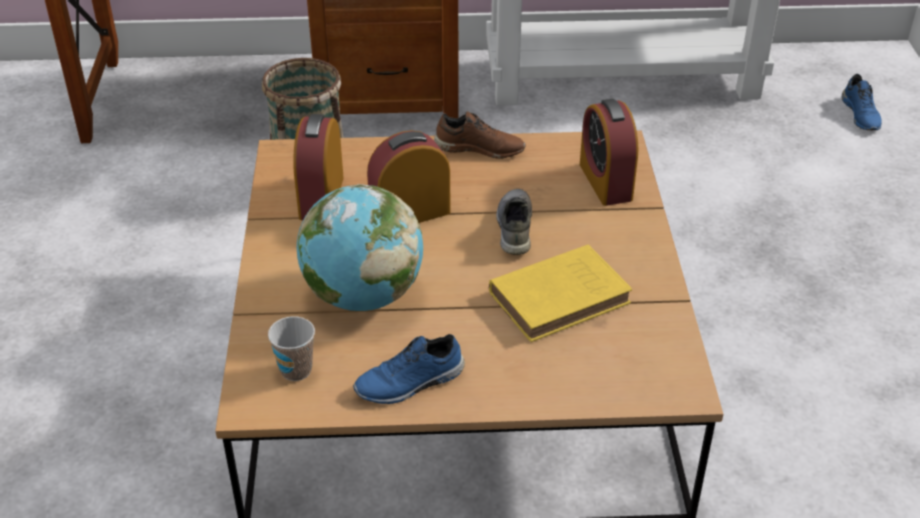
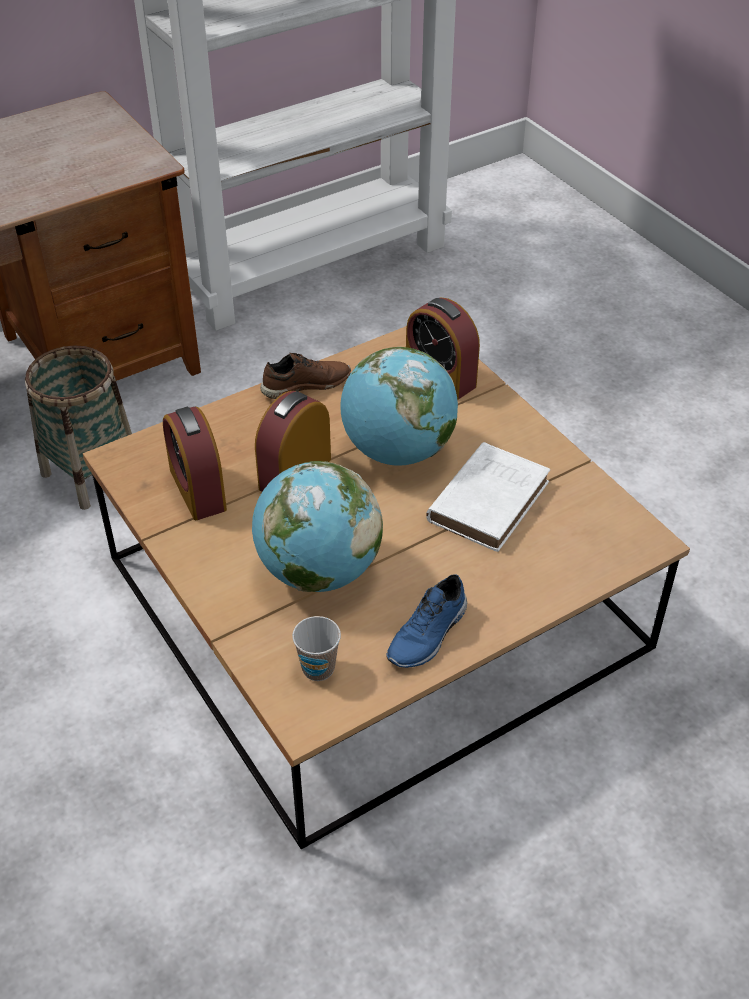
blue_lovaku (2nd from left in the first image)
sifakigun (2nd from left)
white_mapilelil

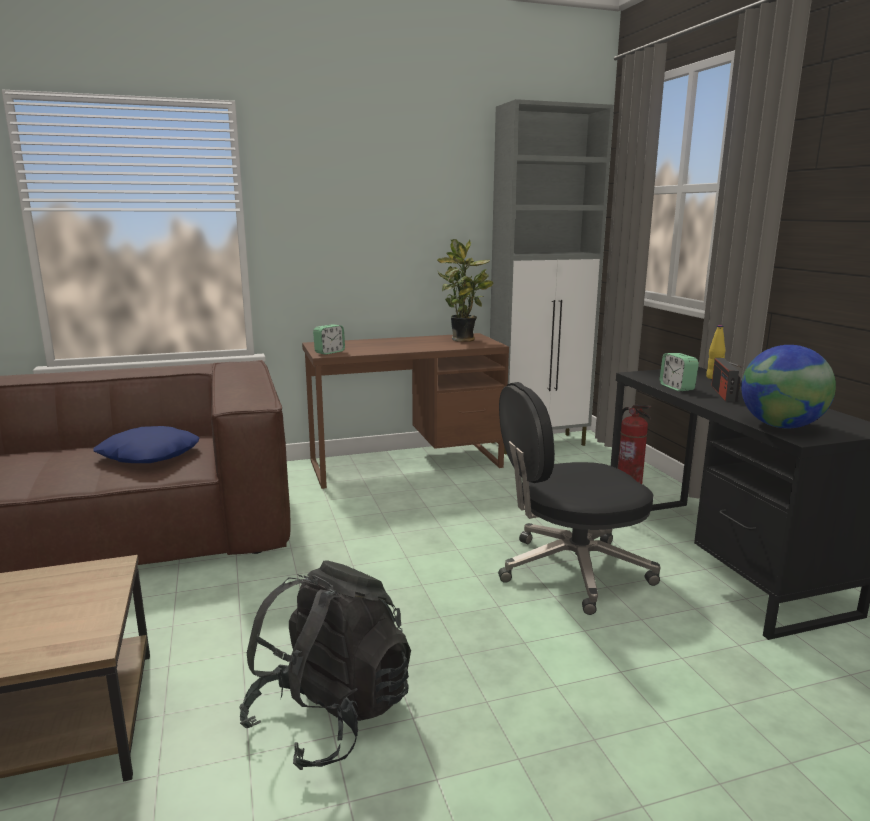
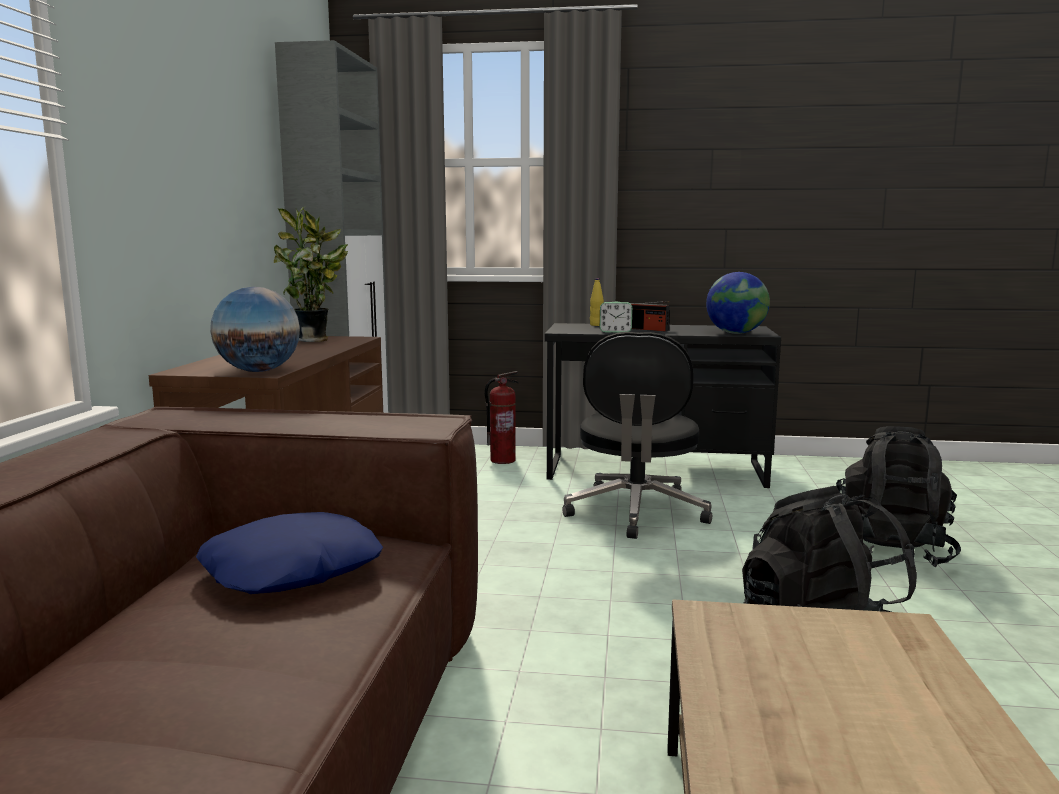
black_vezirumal (2nd from left)
sifakigun (1st from left)

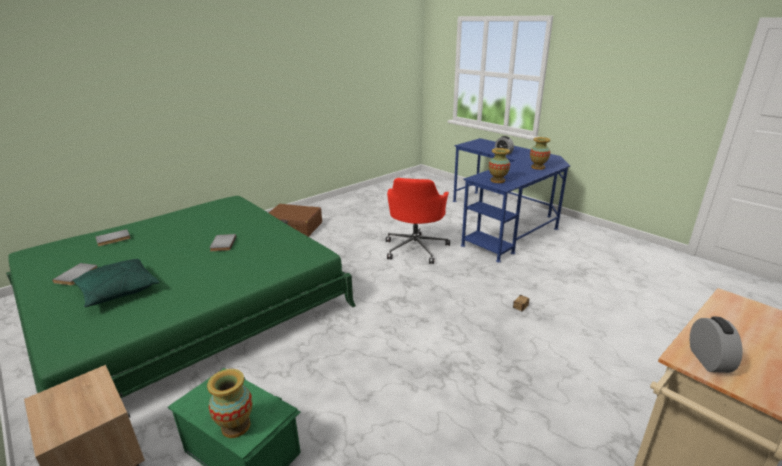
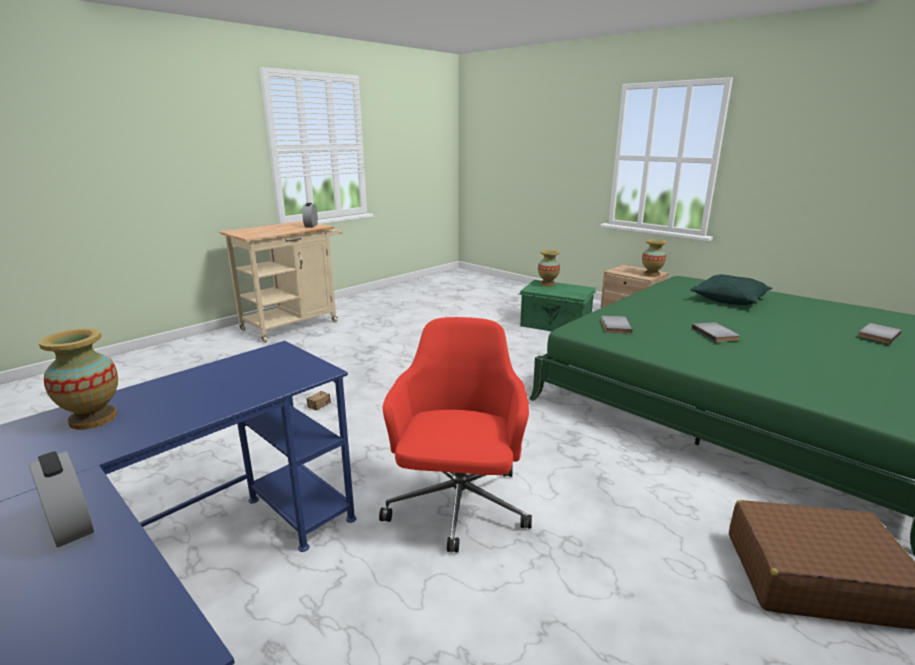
grey_mapilelil (1st from left)
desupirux (3rd from left)

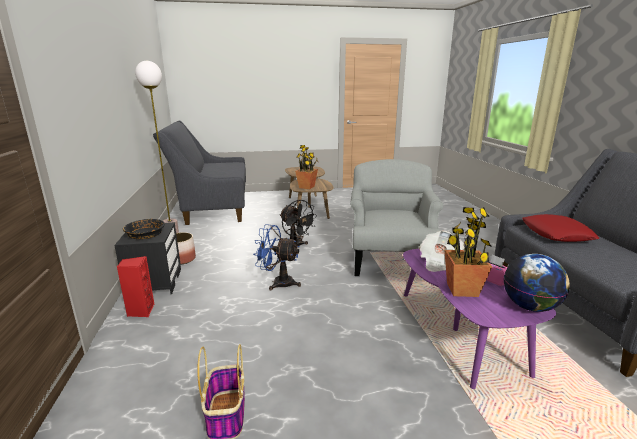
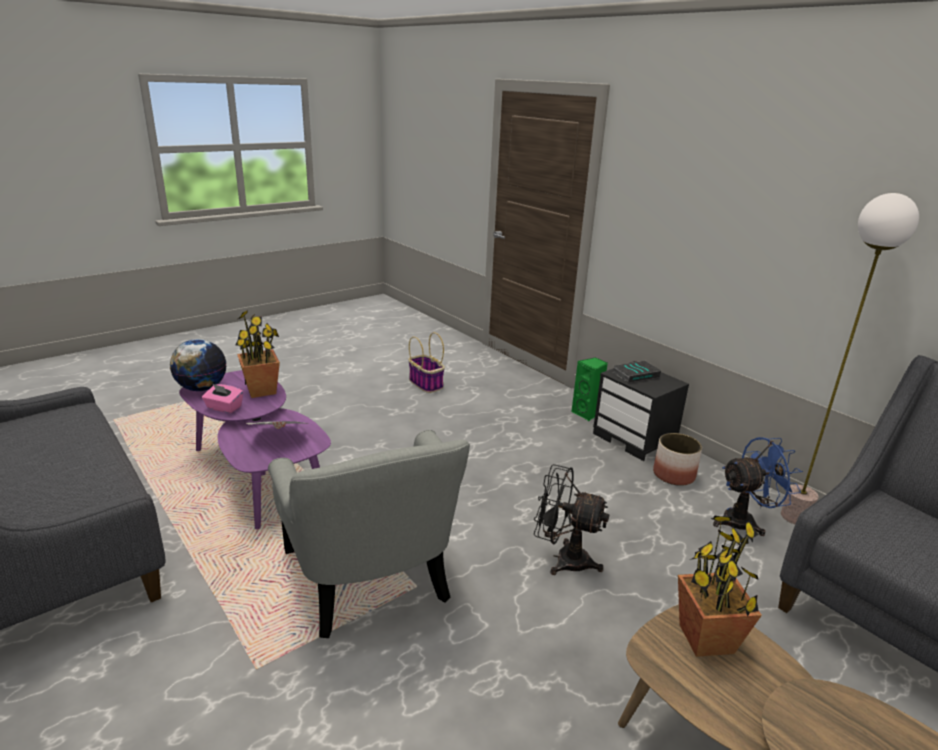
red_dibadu
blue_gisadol
mapilelil
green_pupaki

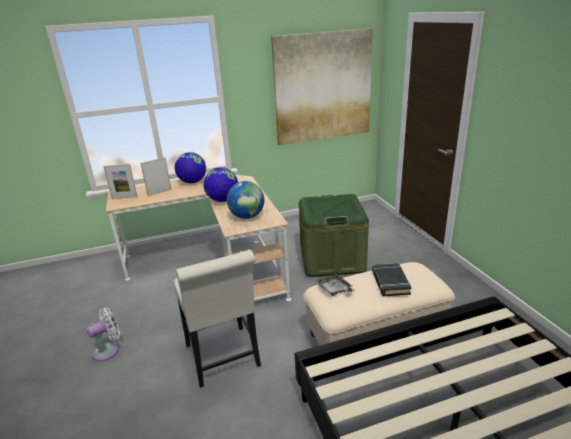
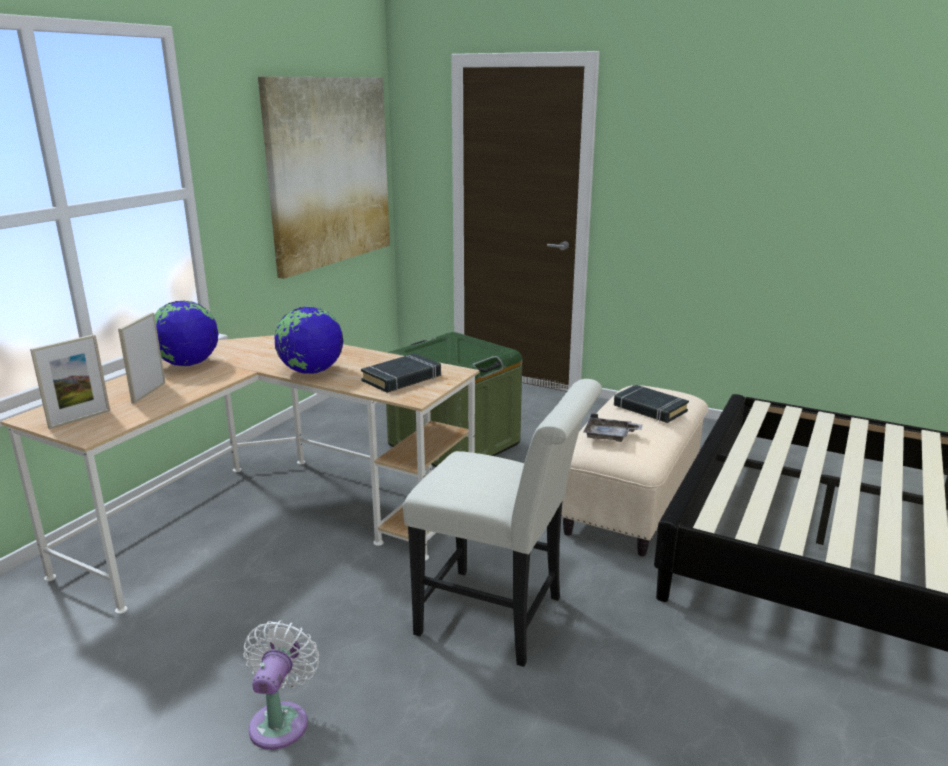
black_mapilelil (1st from left)

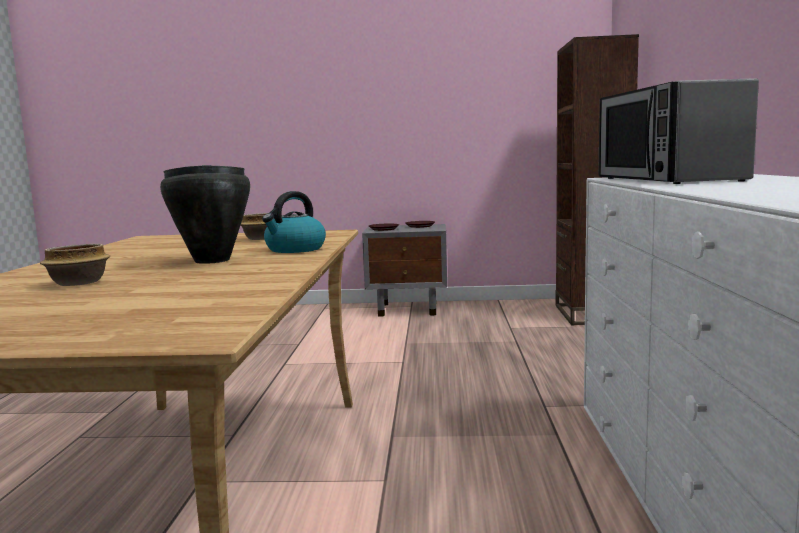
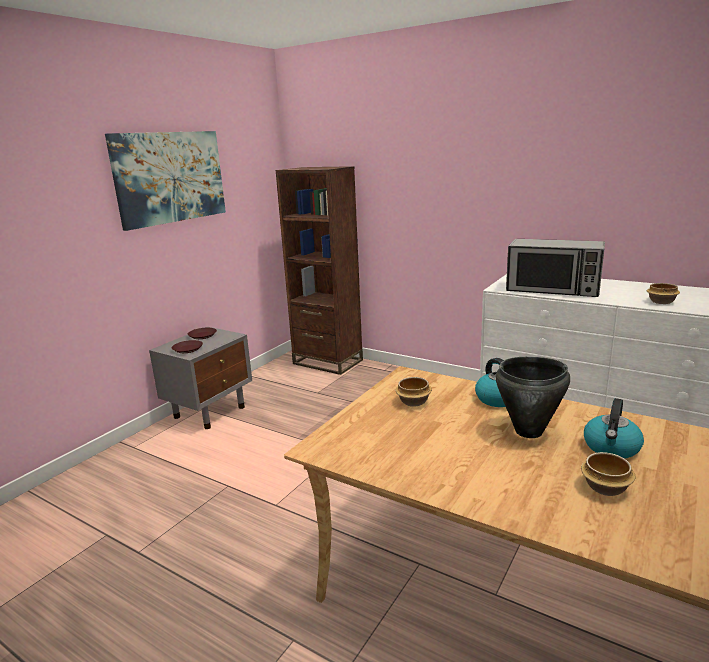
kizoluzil
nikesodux (2nd from left)
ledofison (3rd from left)

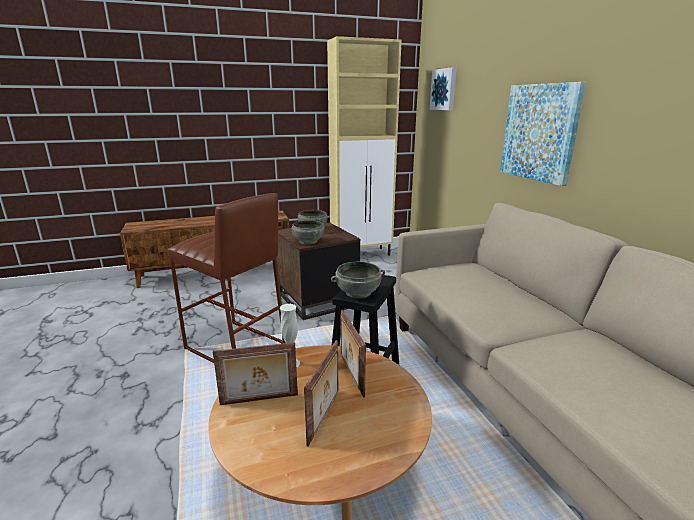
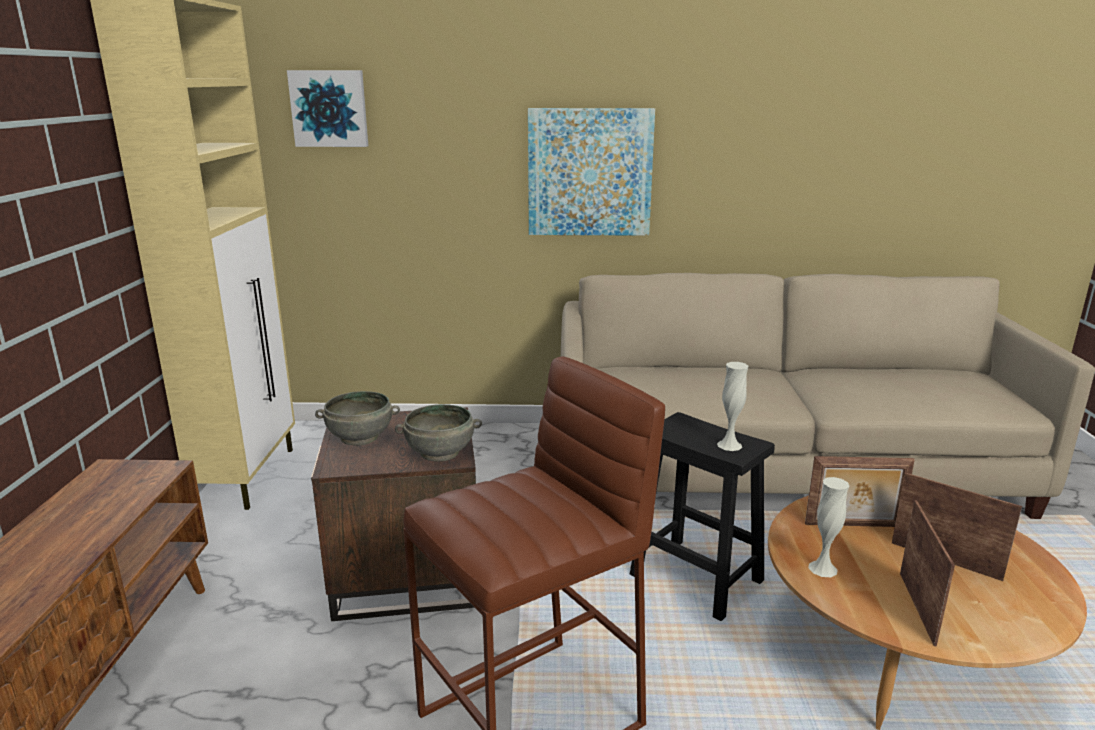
white_desupirux (1st from left)

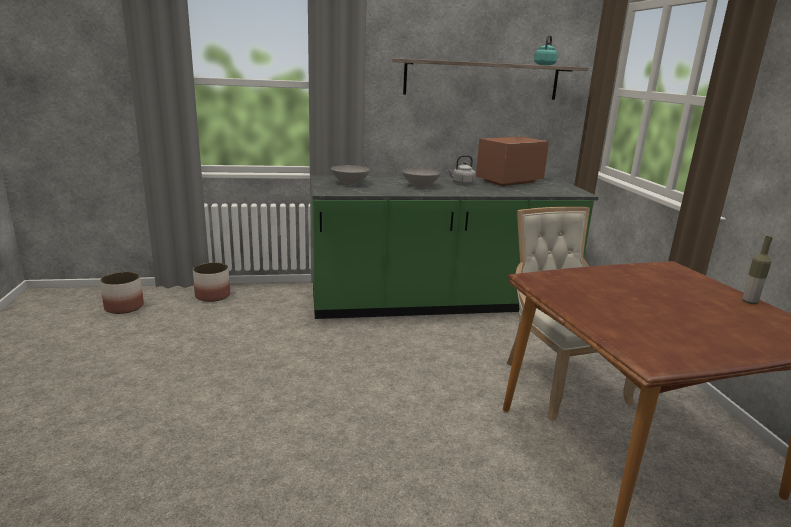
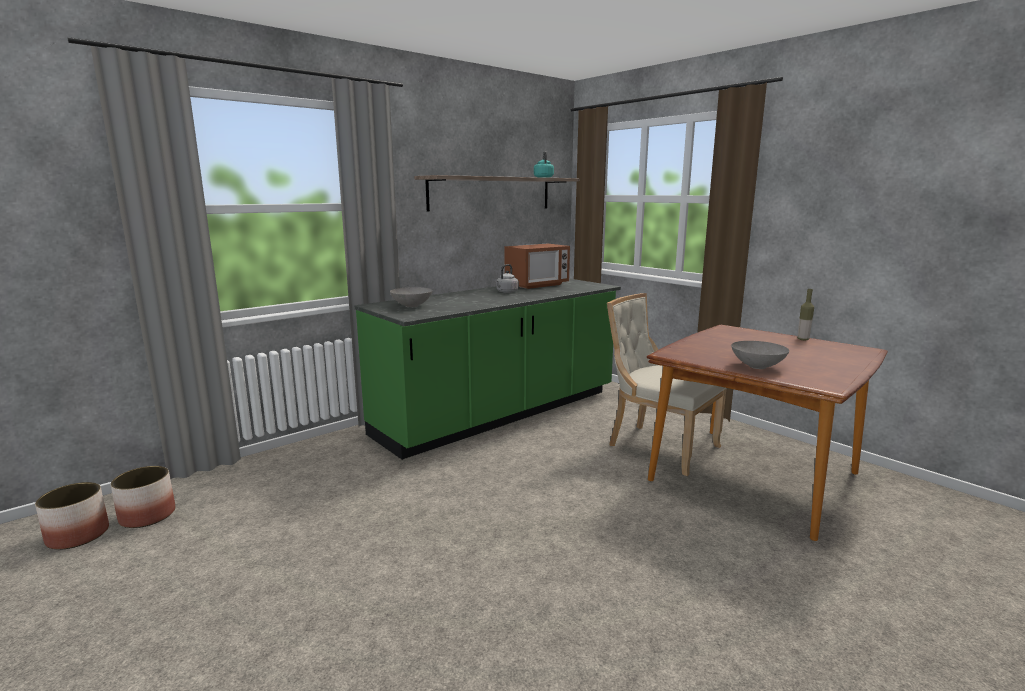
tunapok (1st from left)
grey_ledofison (2nd from left)
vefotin

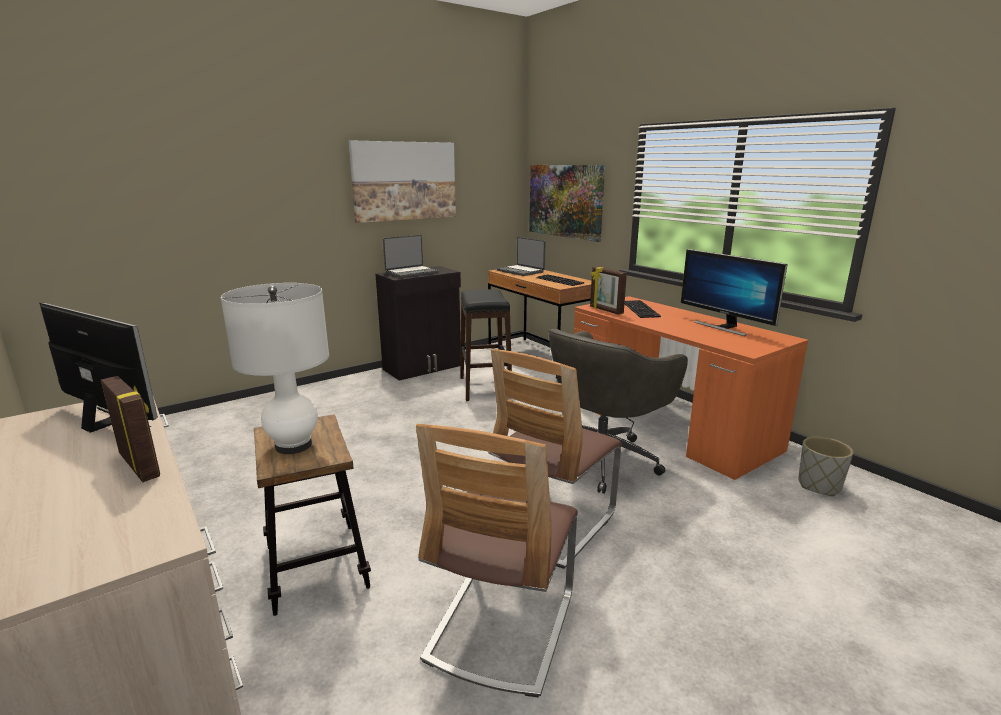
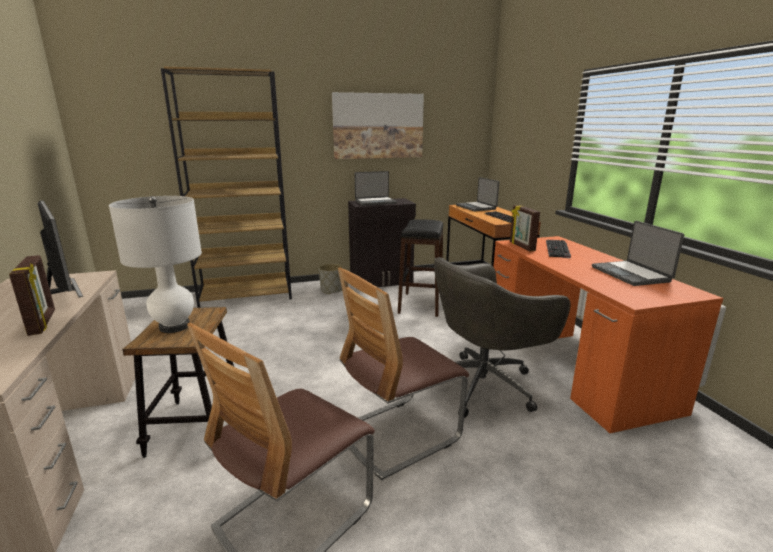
kizoluzil (2nd from left in the first image)
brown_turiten
grey_tunapok
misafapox (3rd from left)

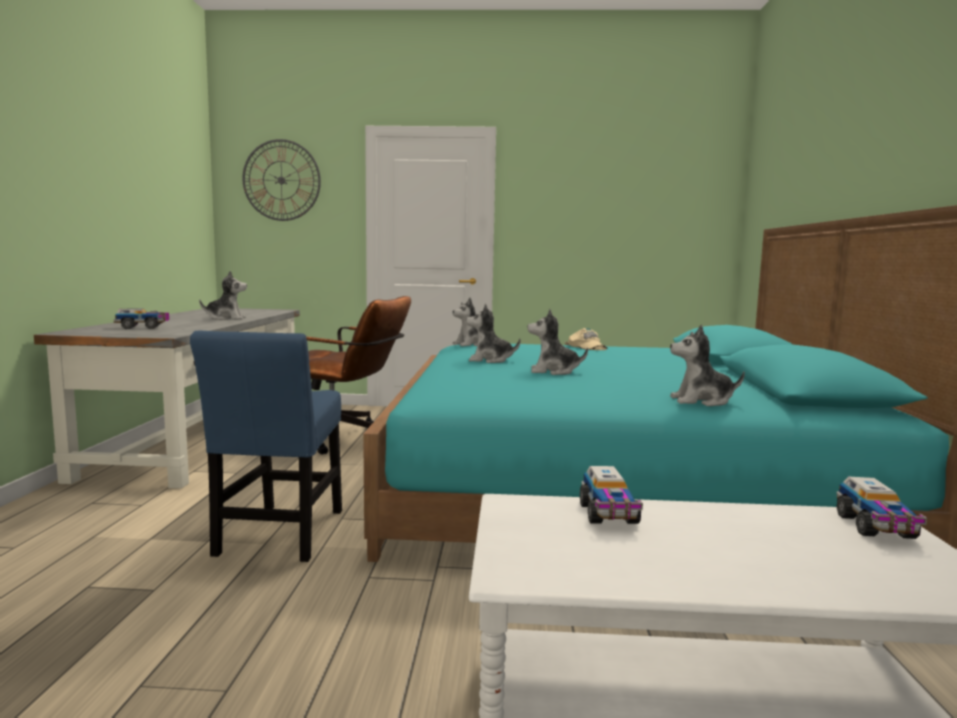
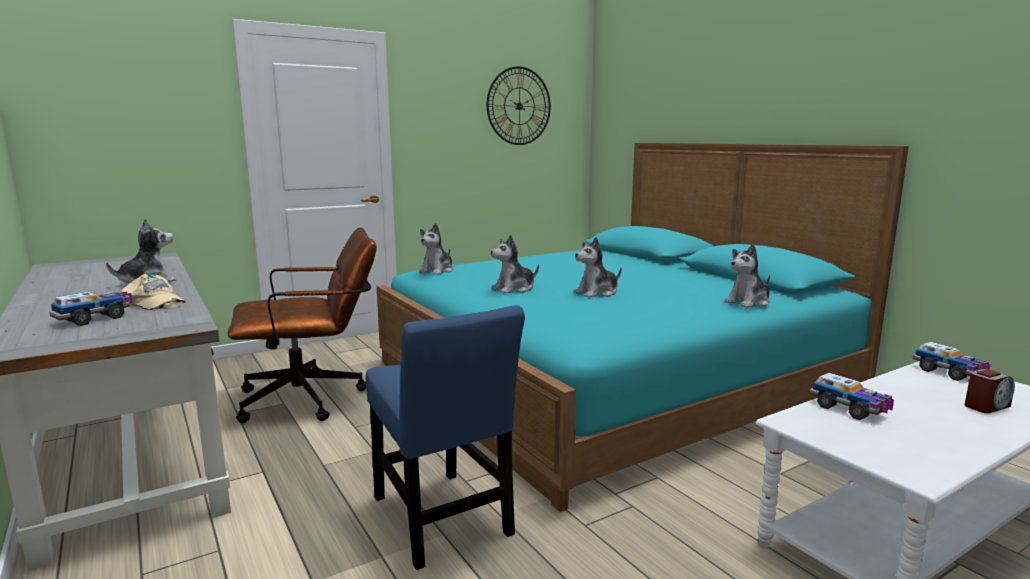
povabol
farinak
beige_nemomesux

